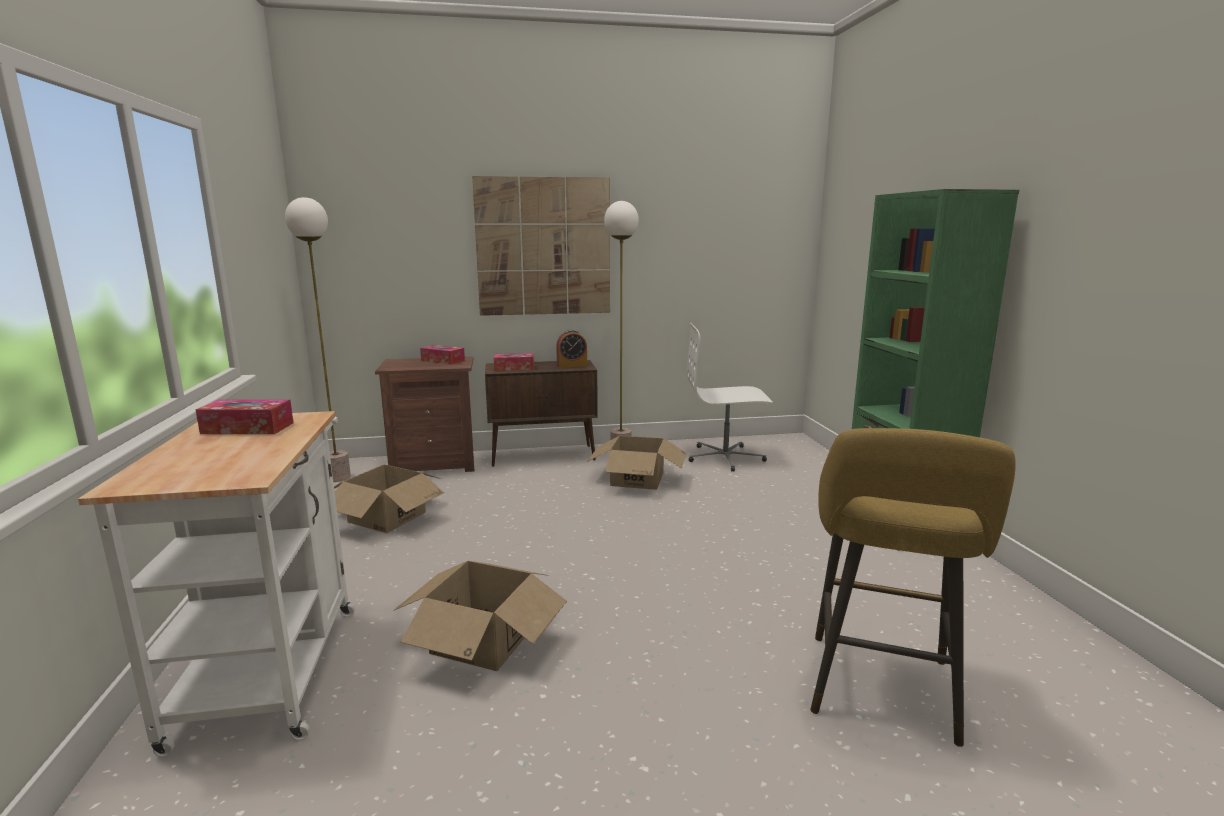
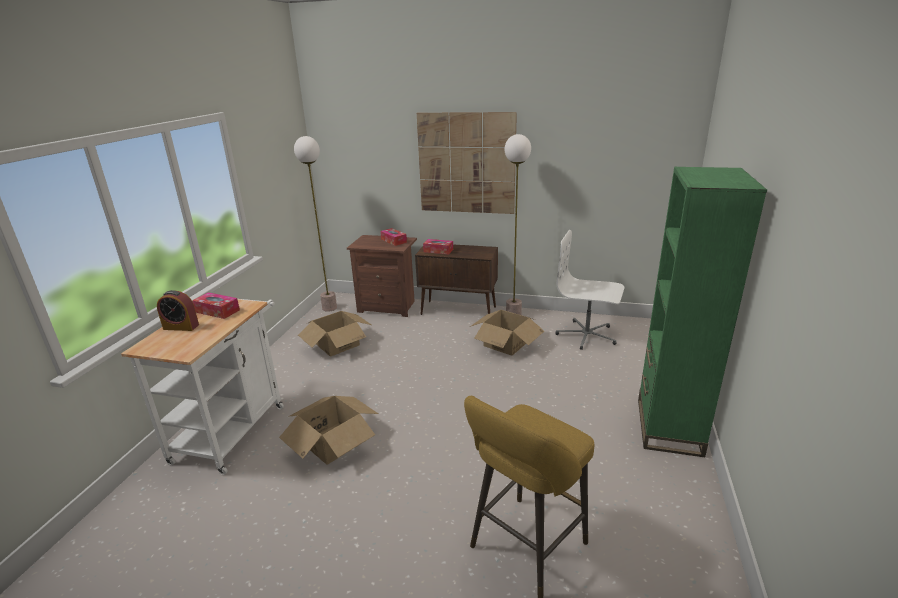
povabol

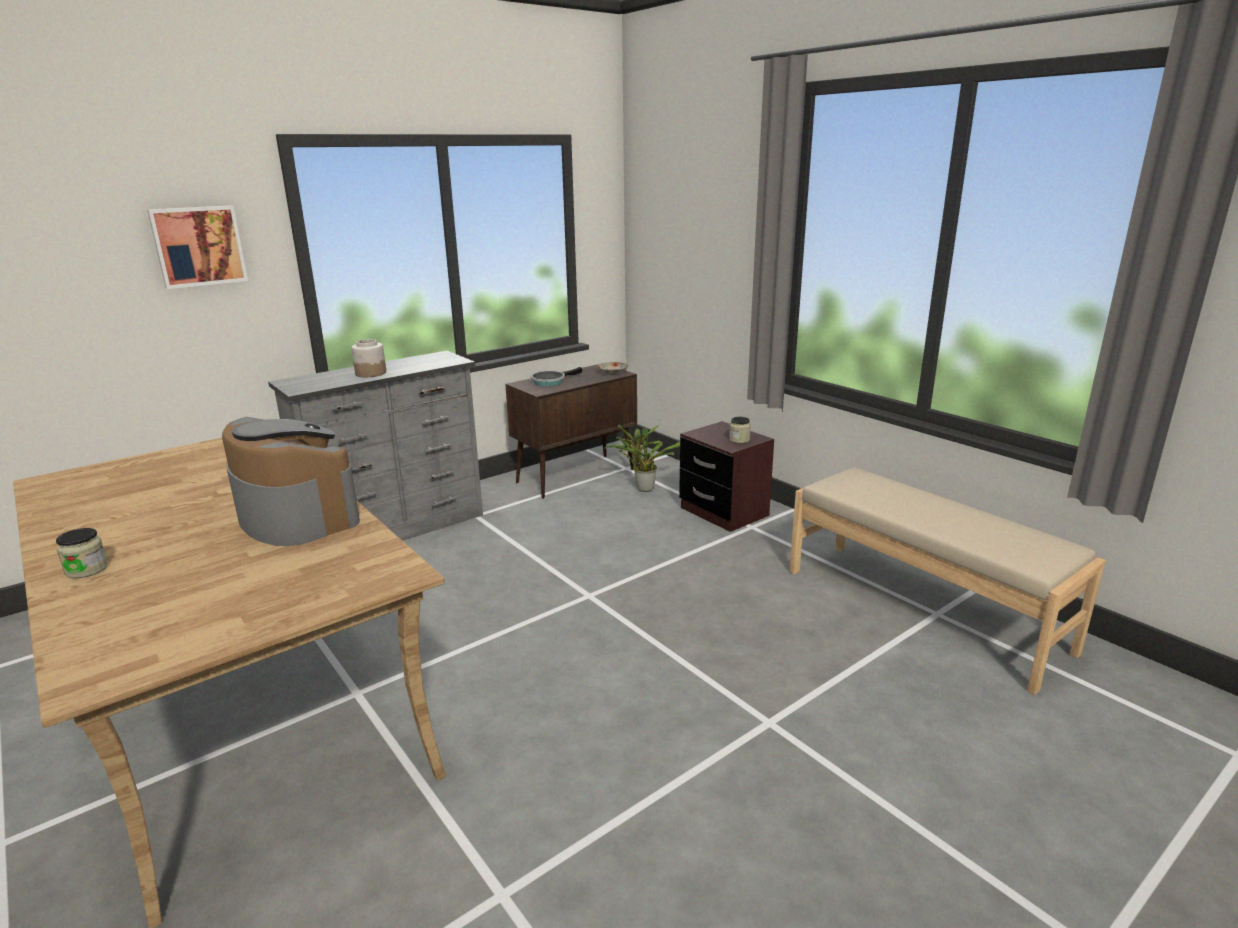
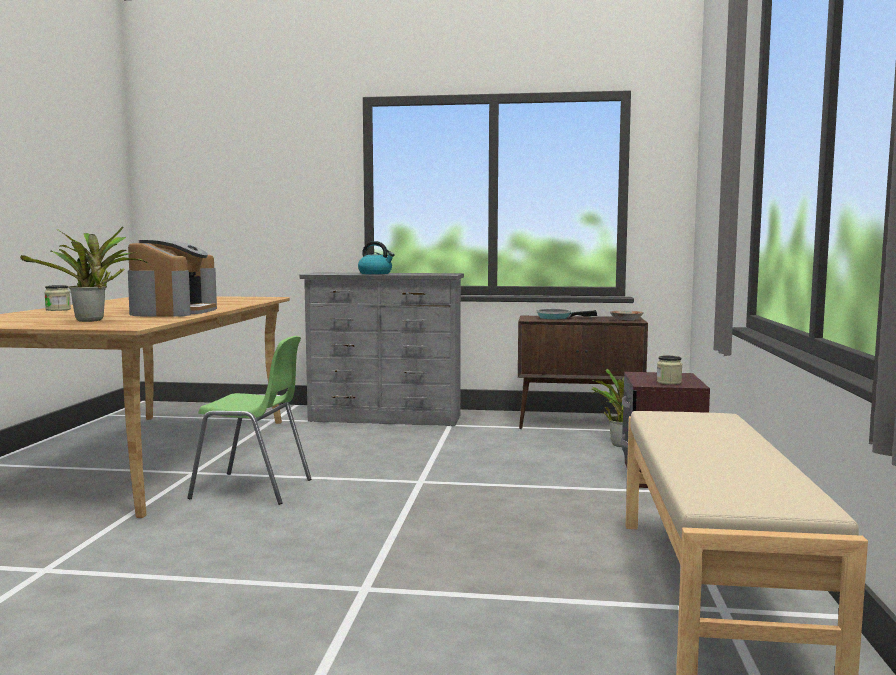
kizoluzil
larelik (1st from left)
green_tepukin
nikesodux

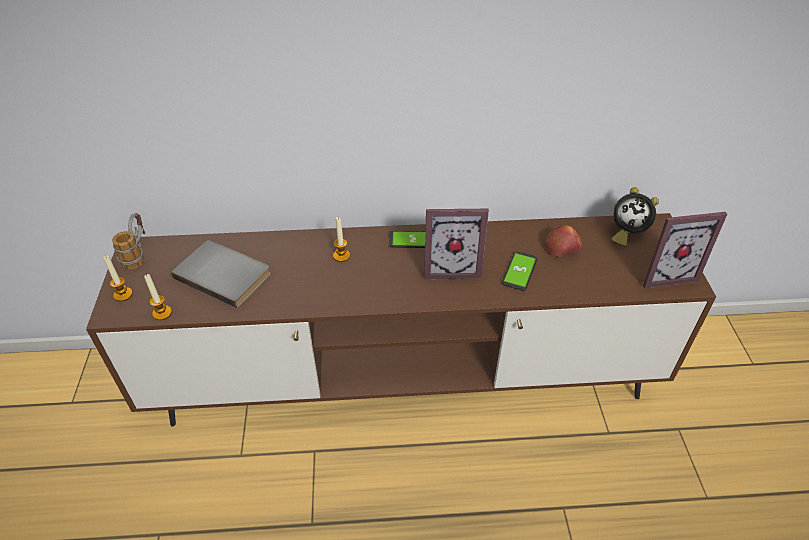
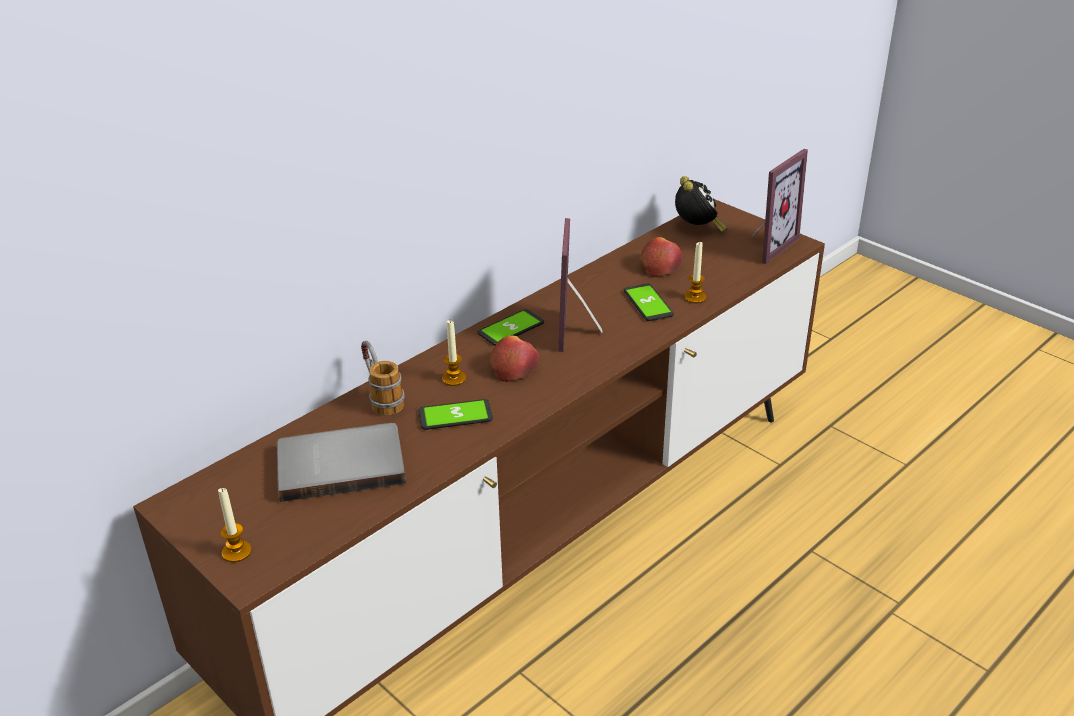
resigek (1st from left)
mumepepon (1st from left)
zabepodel
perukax (3rd from left)
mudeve (1st from left)
povabol

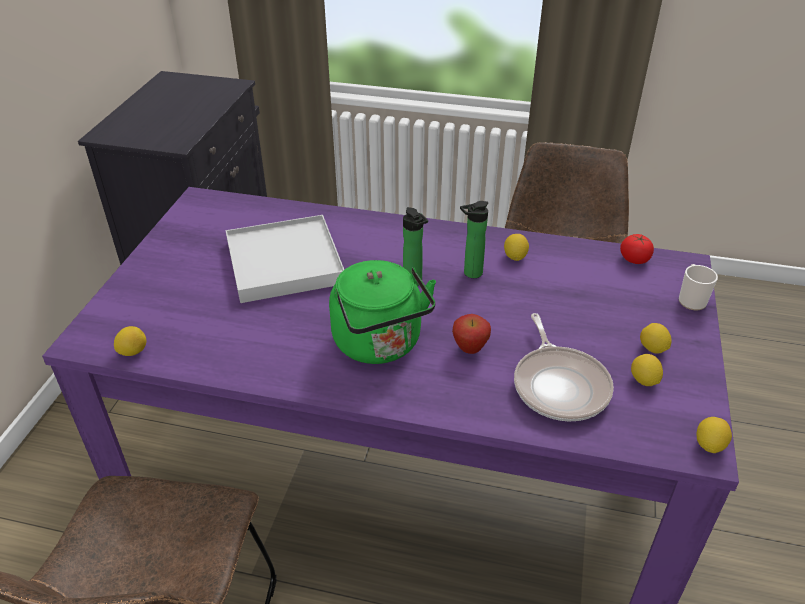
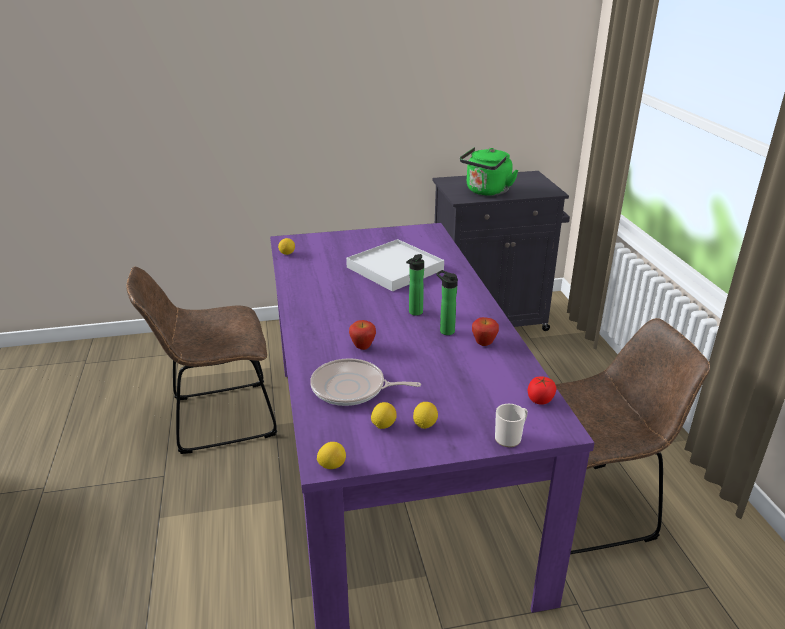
green_nikesodux
mumepepon (2nd from left)
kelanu

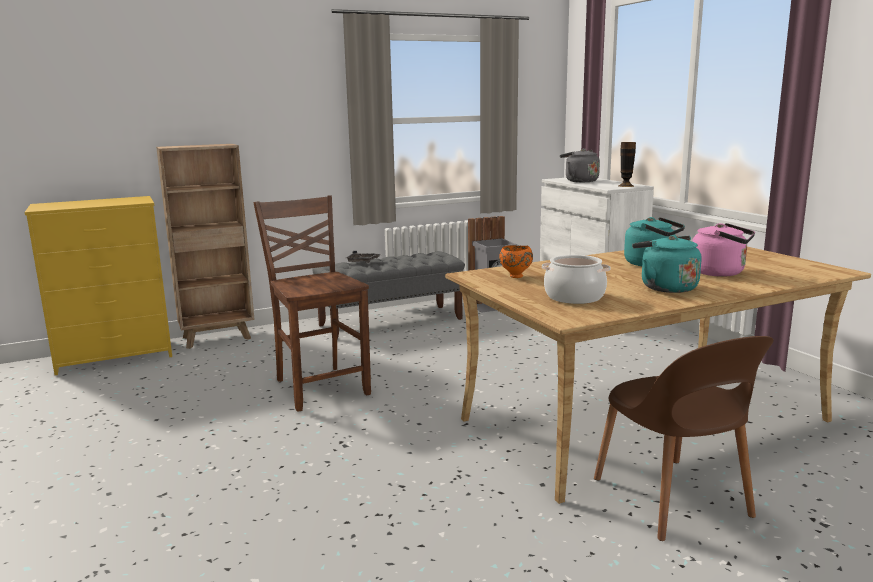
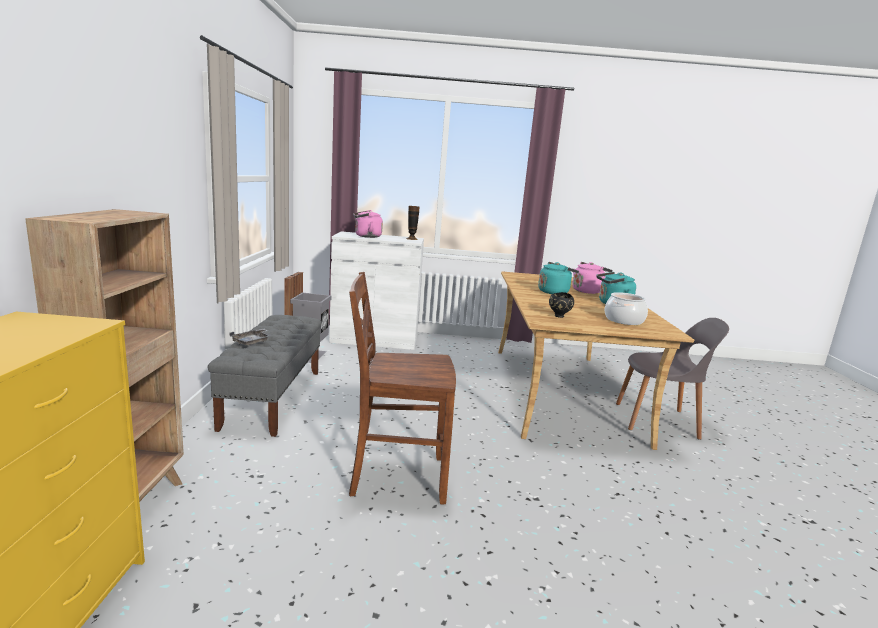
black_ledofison
pink_nikesodux (1st from left)
grey_tepukin

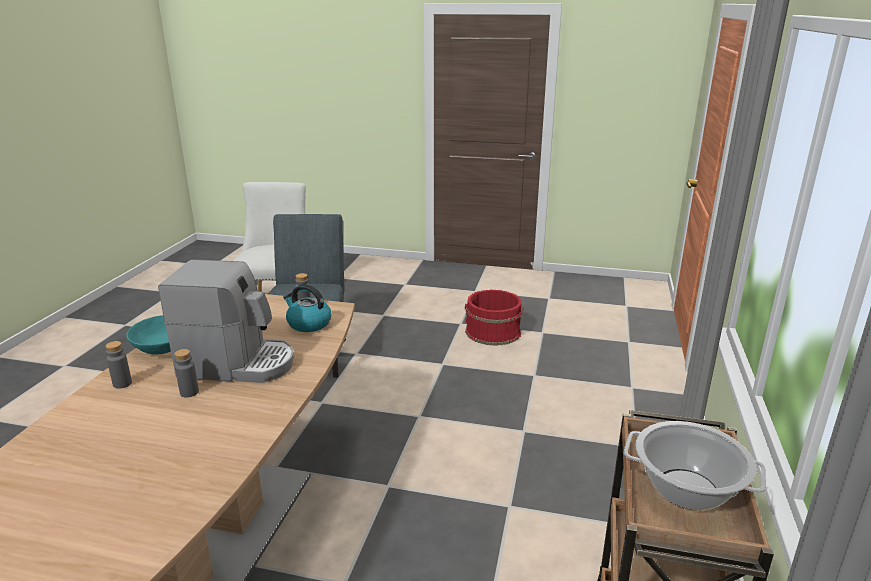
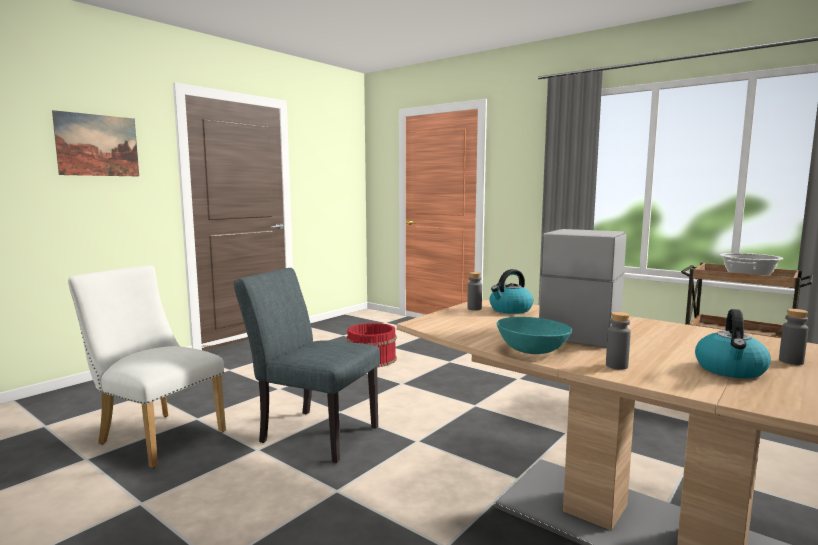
kizoluzil
nikesodux (2nd from left)
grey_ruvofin (3rd from left)

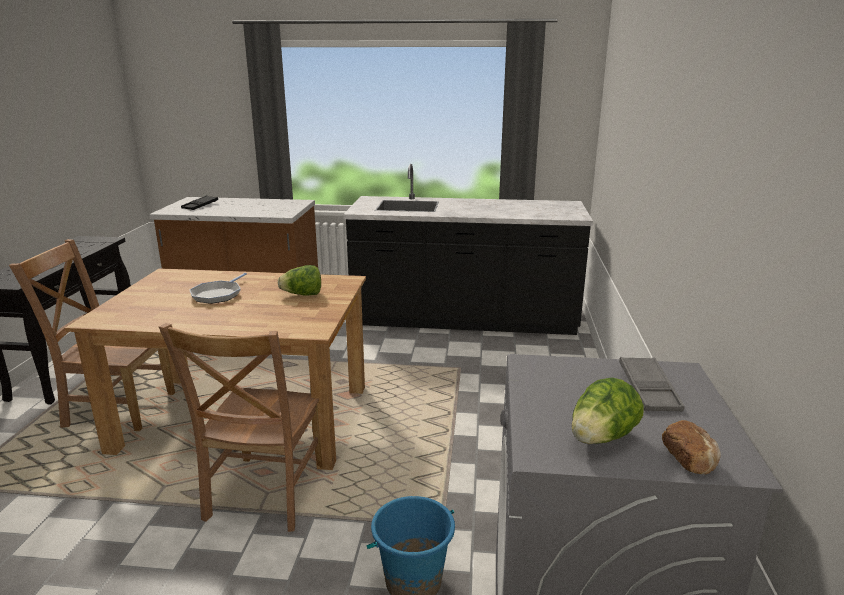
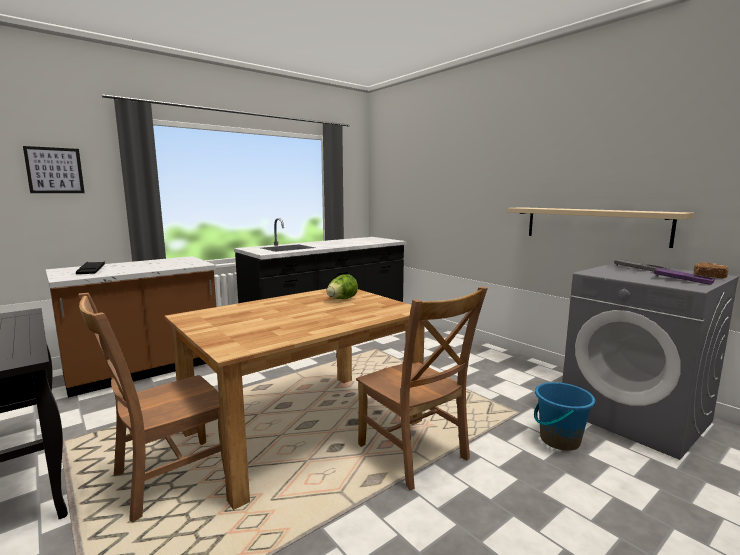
kelanu
kizoluzil
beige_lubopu
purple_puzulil

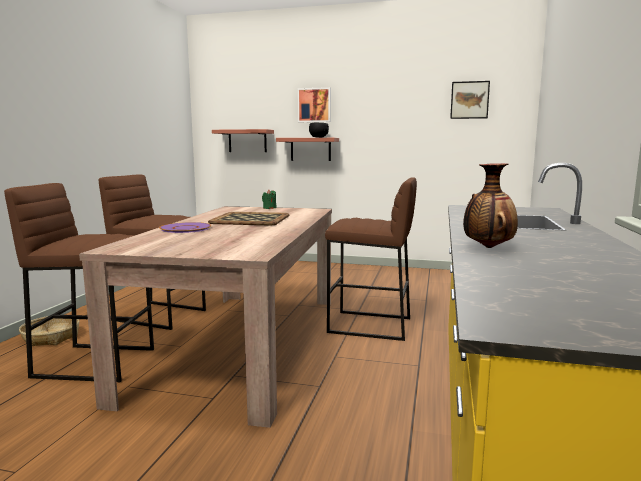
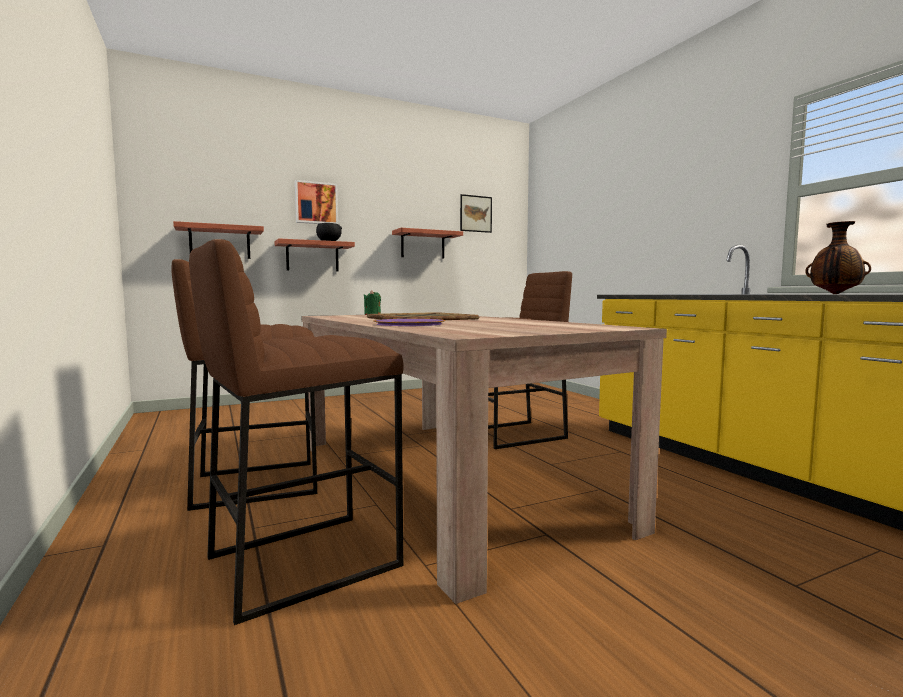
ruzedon
lubopu (3rd from left)

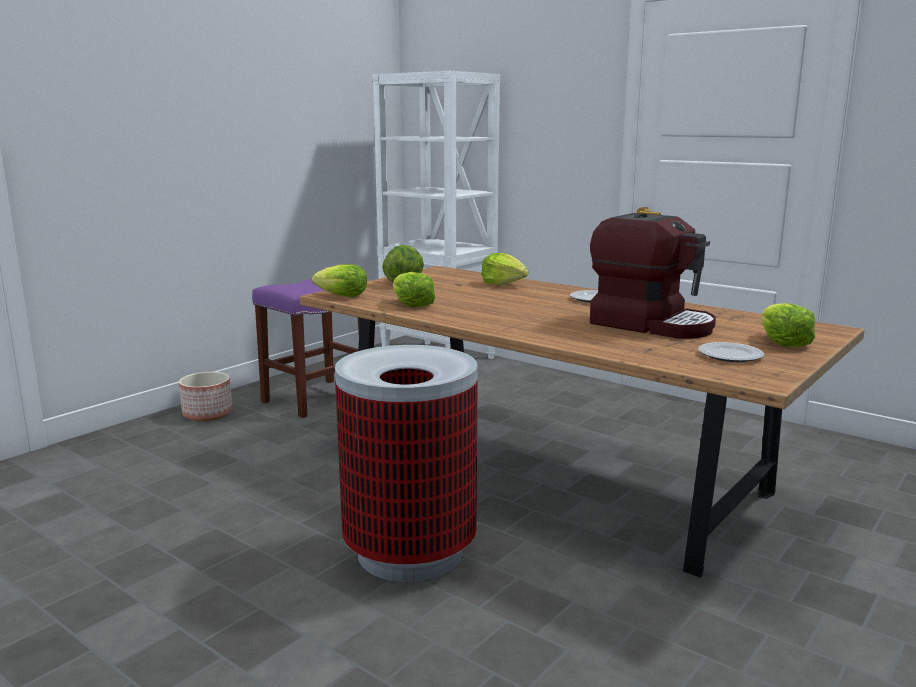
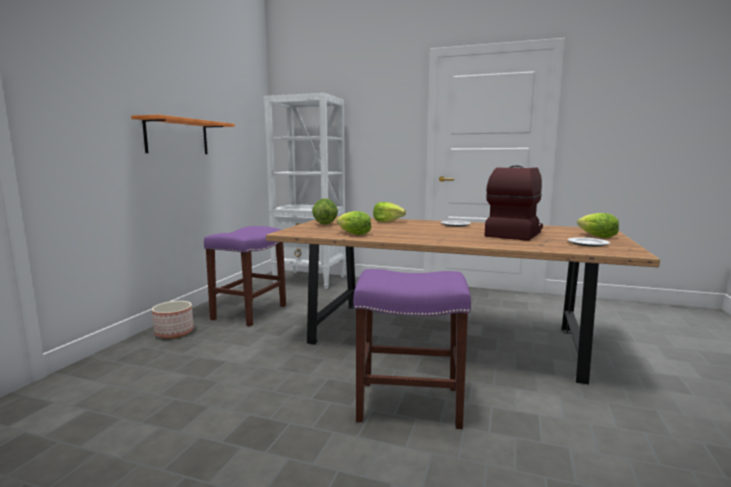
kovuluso (1st from left in the first image)
orange_lubopu
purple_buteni (2nd from left)
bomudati

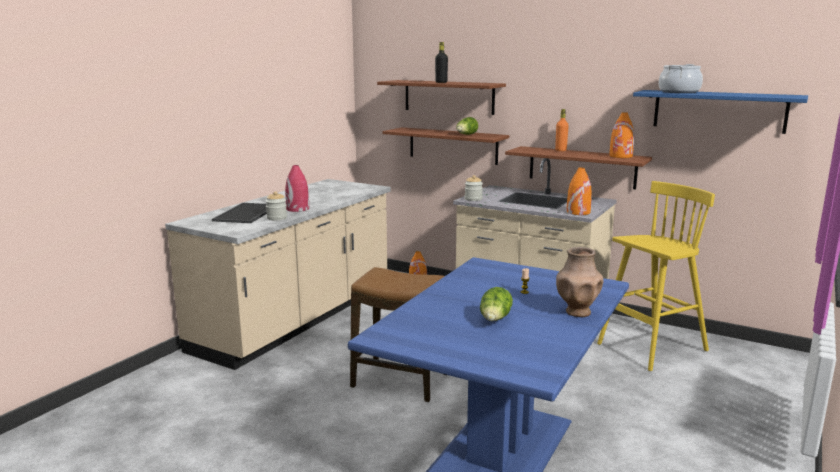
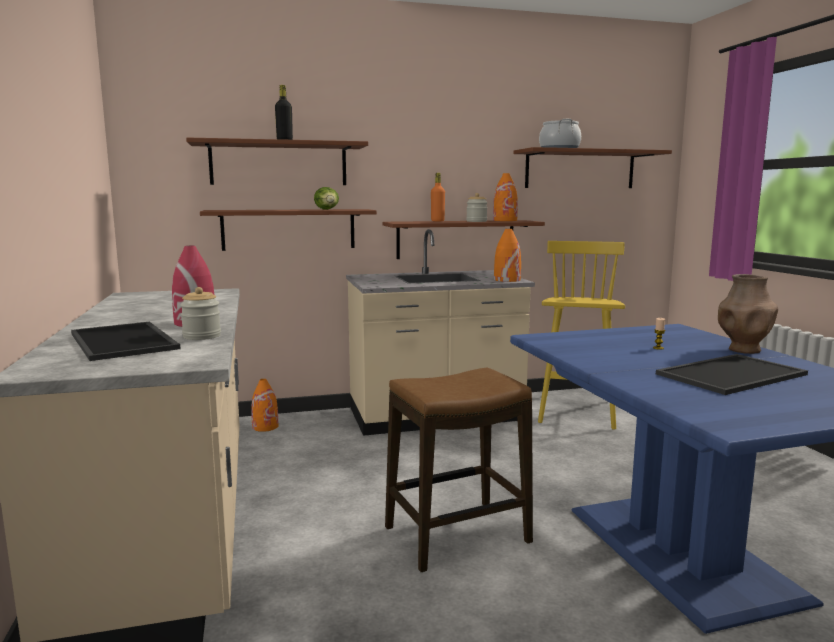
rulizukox (2nd from left)
puzulil (2nd from left)
brown_lubopu (4th from left)

